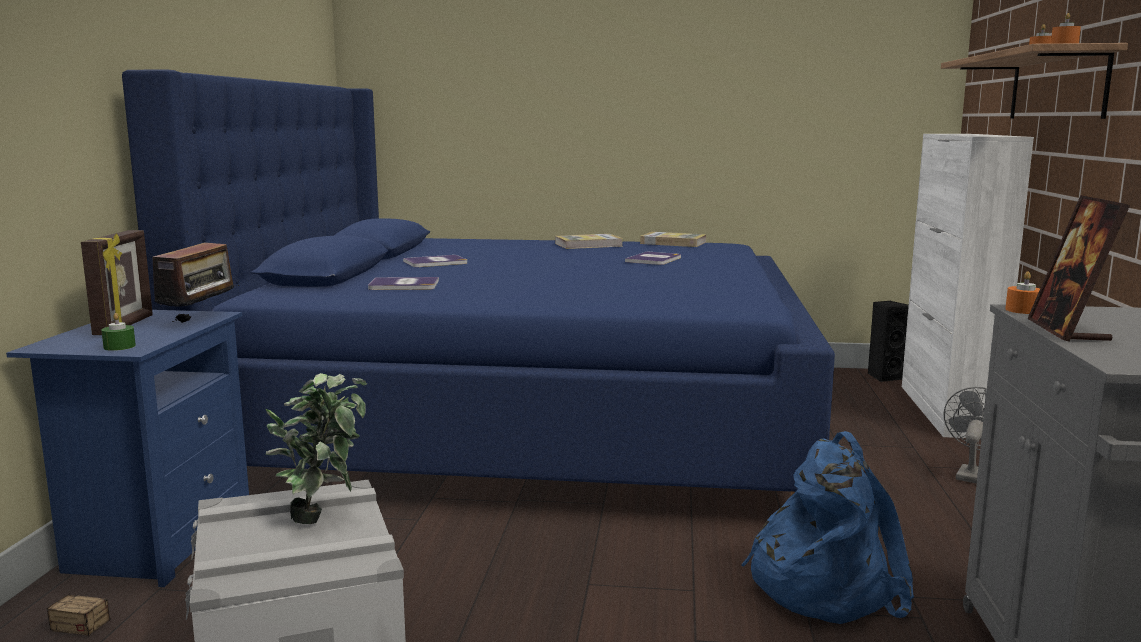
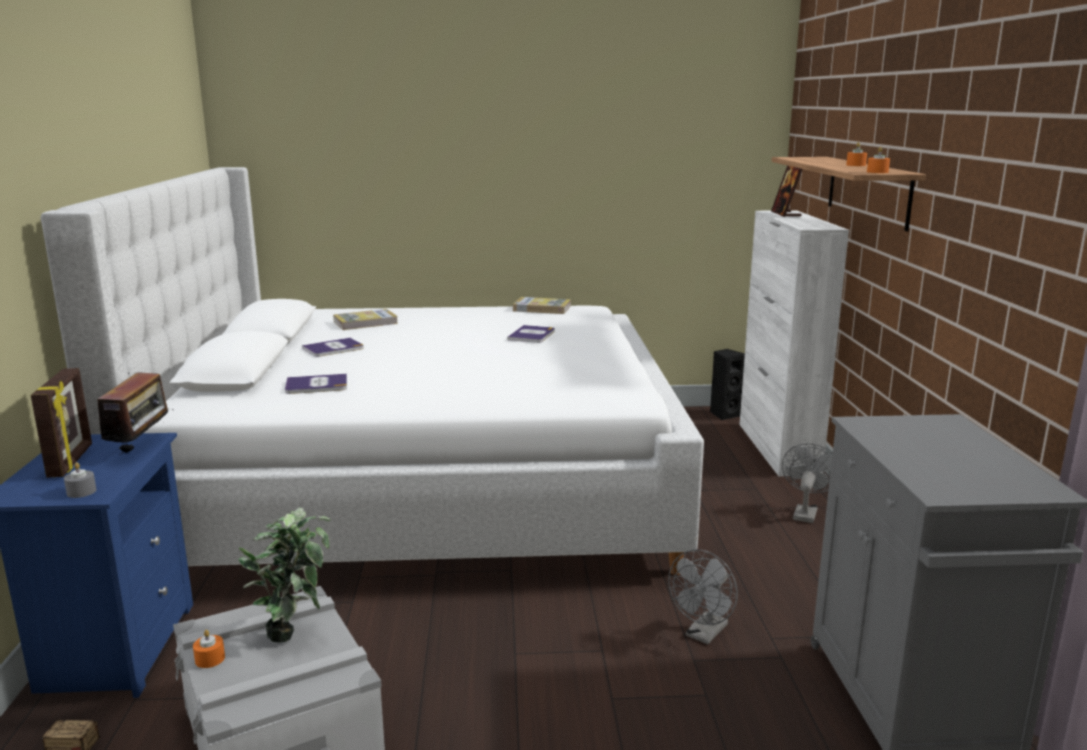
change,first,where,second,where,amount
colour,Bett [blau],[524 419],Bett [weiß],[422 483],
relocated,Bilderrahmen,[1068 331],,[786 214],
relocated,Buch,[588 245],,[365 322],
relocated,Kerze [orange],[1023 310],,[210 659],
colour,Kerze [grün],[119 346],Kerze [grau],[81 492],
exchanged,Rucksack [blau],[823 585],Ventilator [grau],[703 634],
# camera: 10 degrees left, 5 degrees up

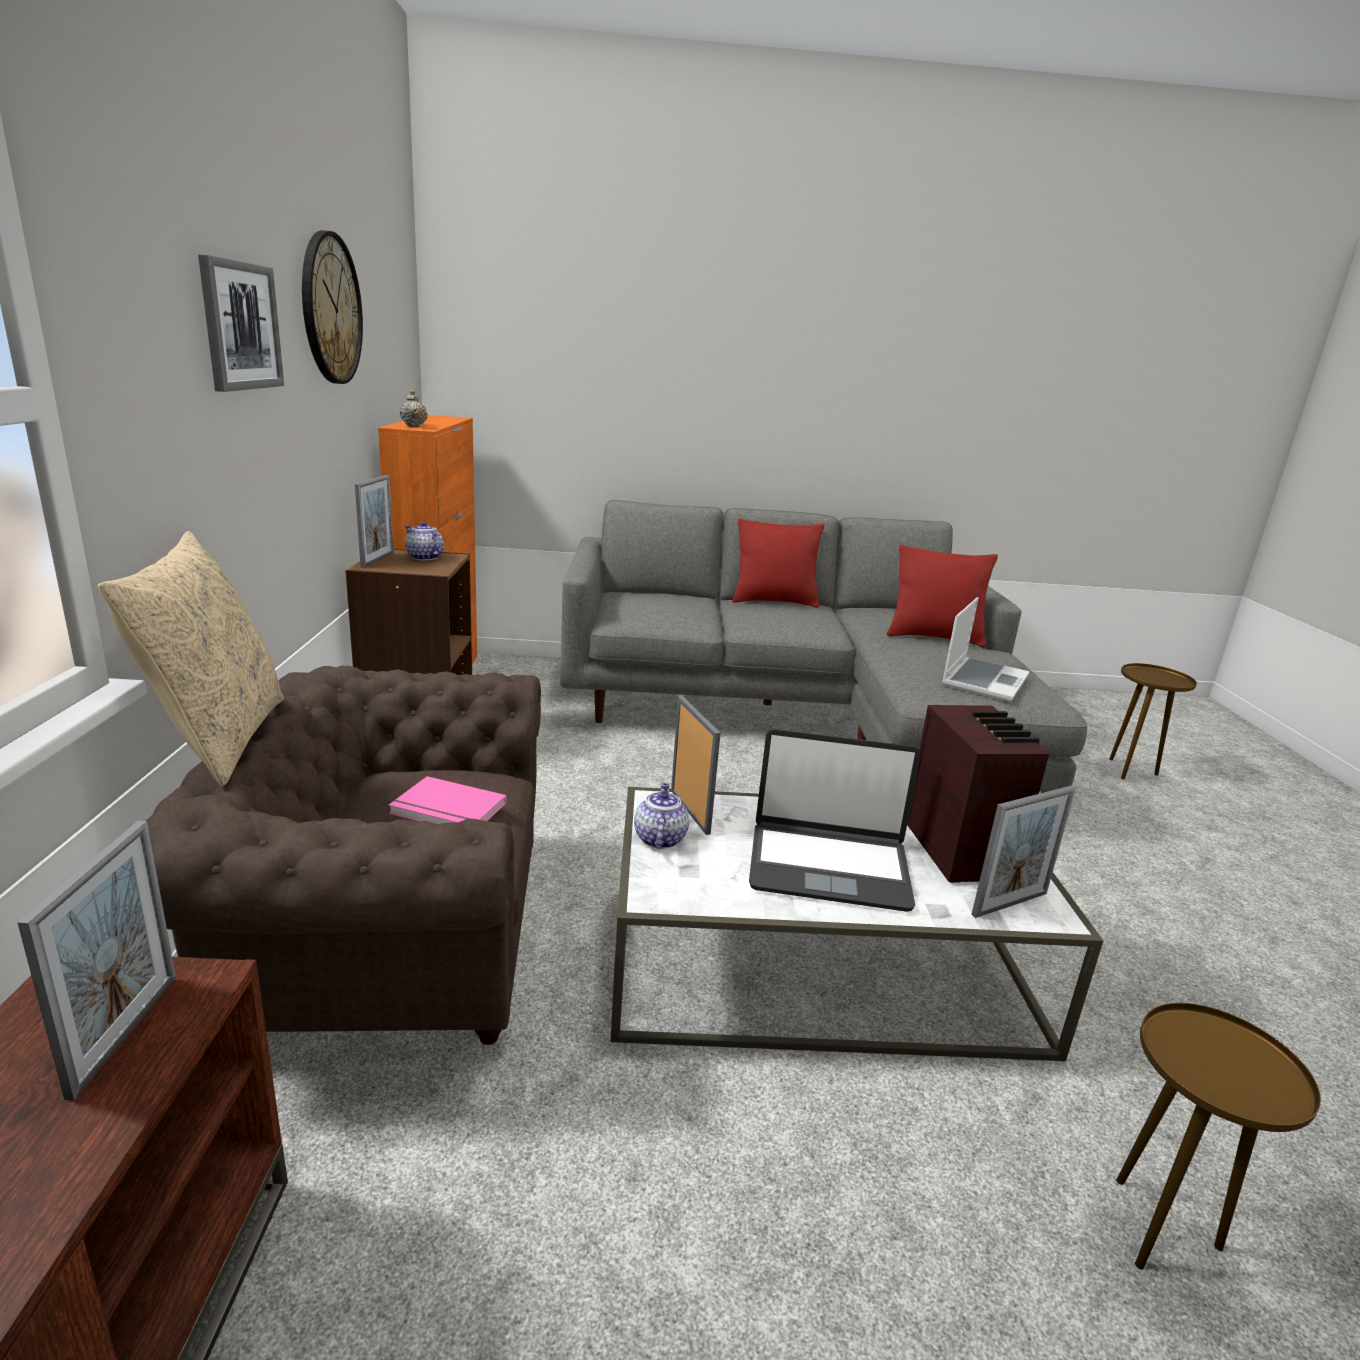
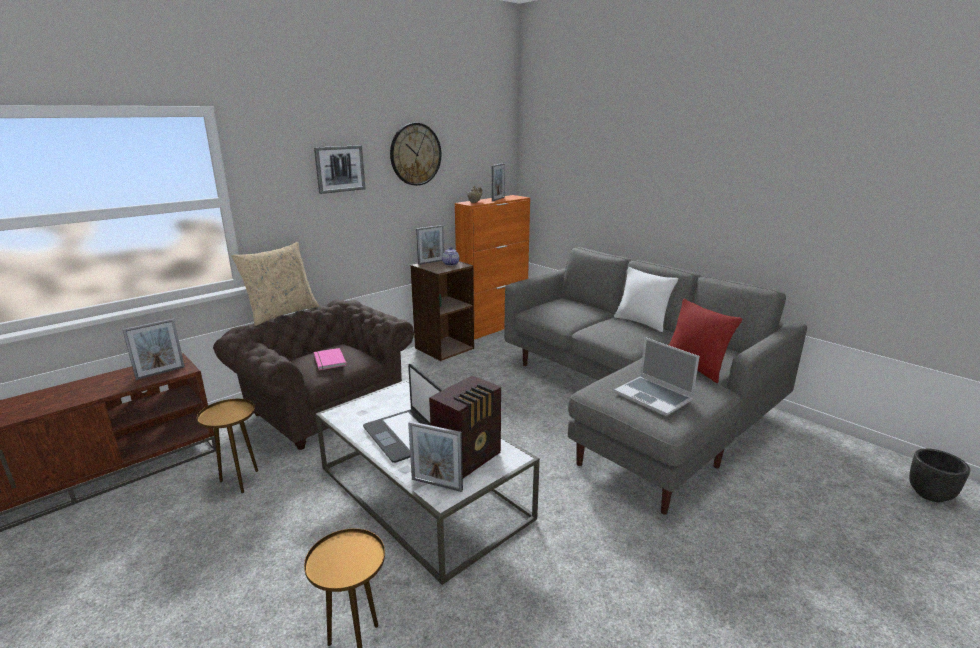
change,first,where,second,where,amount
colour,Kissen [rot],[774 601],Kissen [weiß],[641 322],
spun,Laptop,[983 680],,[654 397],60 degrees clockwise
relocated,Beistelltisch [braun],[1129 770],,[240 481],
relocated,Bilderrahmen,[690 811],,[498 199],
missing,Teekanne,[659 838],,,
appeared,,,Pflanzkübel [schwarz],[929 494],
# camera: 50 degrees right, 0 degrees up

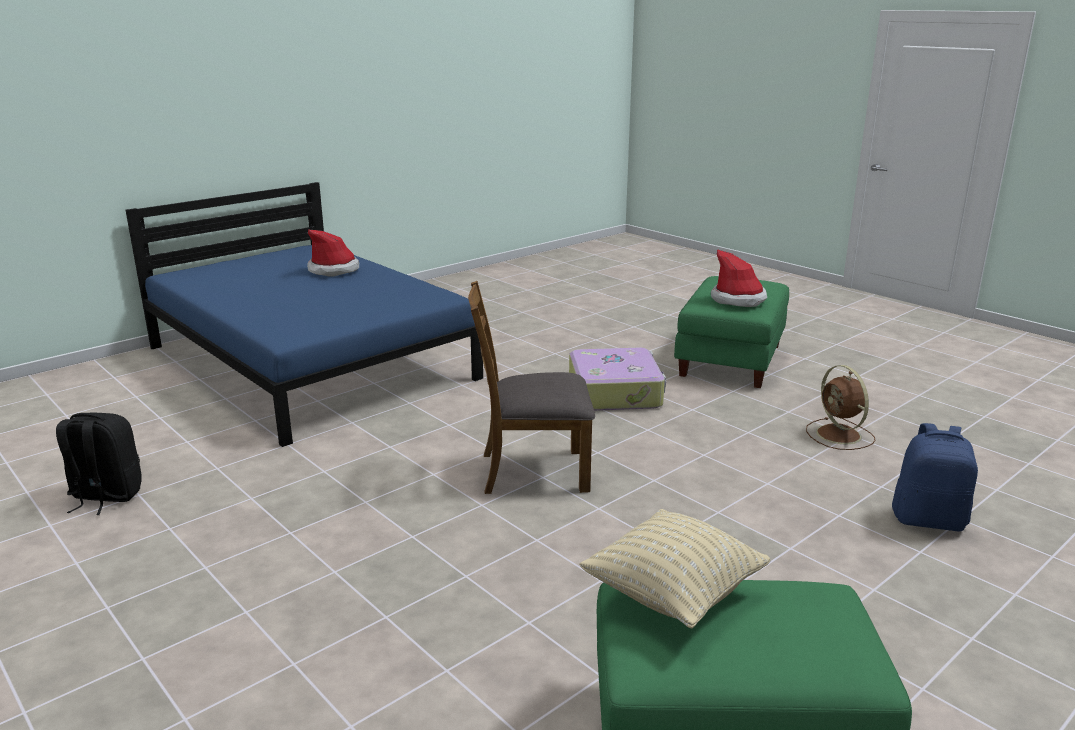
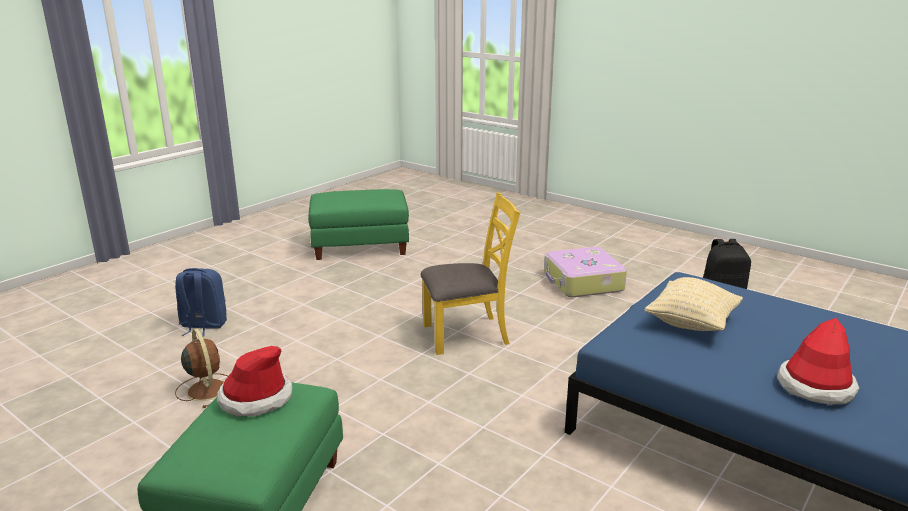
change,first,where,second,where,amount
colour,Stuhl [braun],[533 471],Stuhl [gelb],[466 334],
relocated,Koffer,[615 392],,[582 282],
relocated,Kissen [beige],[673 595],,[691 323],
# camera: 170 degrees right, 0 degrees up

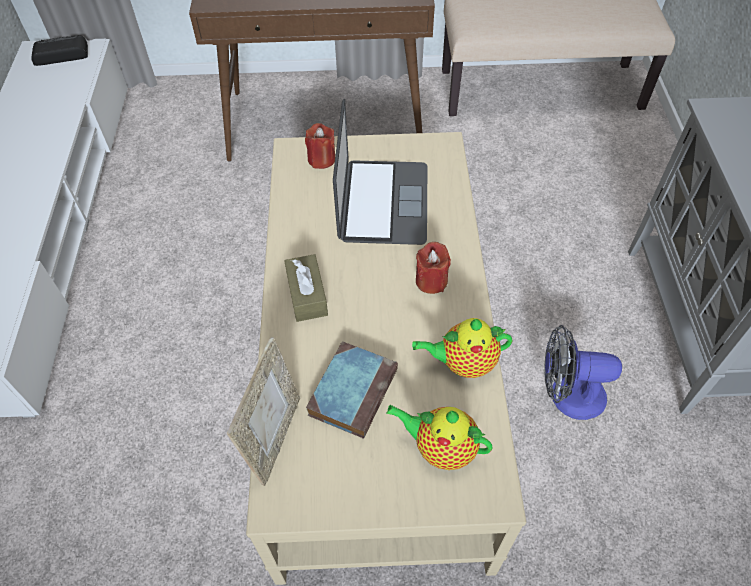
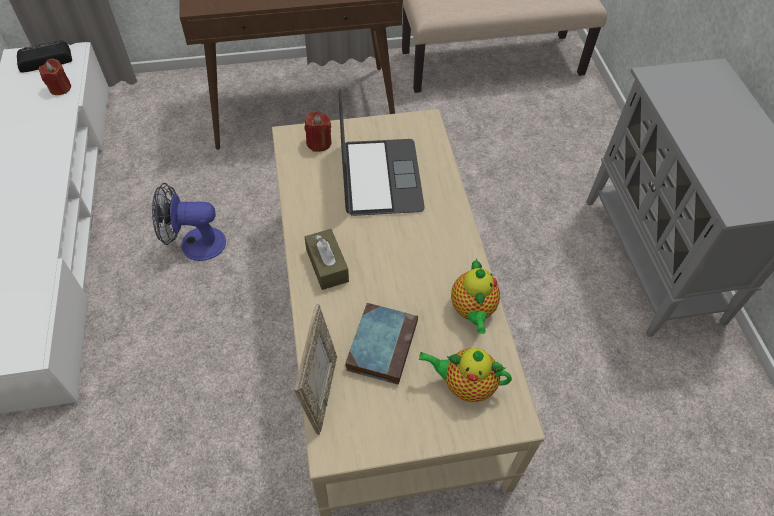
change,first,where,second,where,amount
relocated,Kerze [rot],[431 281],,[60 88],
spun,Teekanne,[463 363],,[472 311],75 degrees counterclockwise
relocated,Ventilator,[567 395],,[194 244],
# camera: 10 degrees left, 0 degrees up

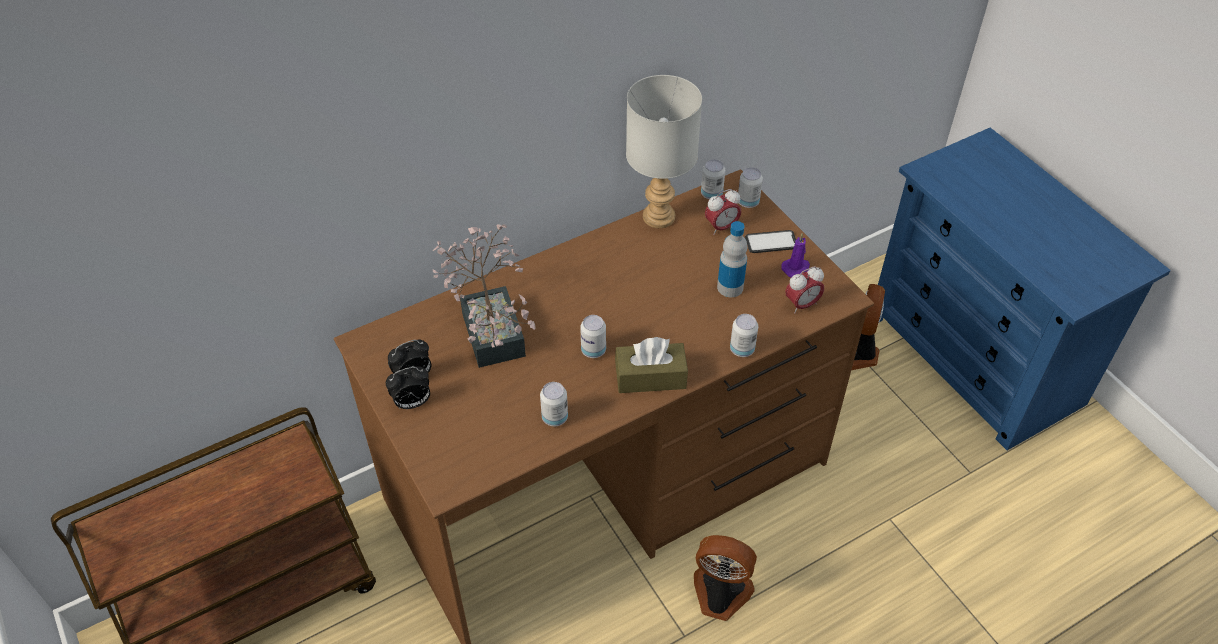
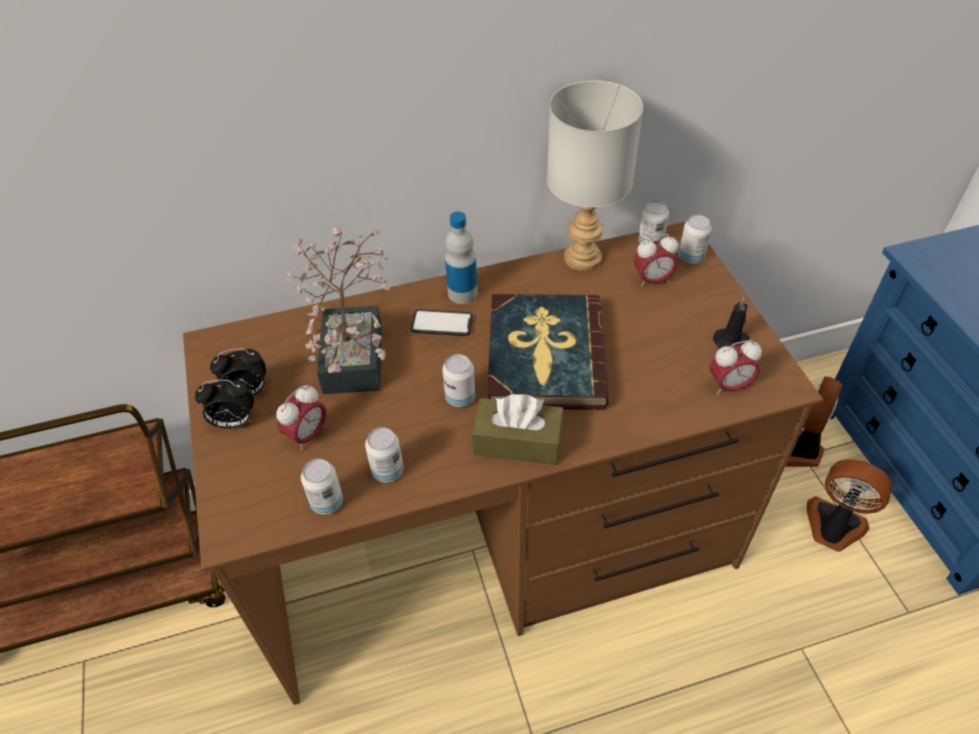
change,first,where,second,where,amount
relocated,Flasche,[730 287],,[462 293],
relocated,Handy,[771 242],,[442 323],
colour,Kerze [lila],[796 268],Kerze [schwarz],[732 341],
relocated,Dose,[742 349],,[327 502],
relocated,Ventilator,[720 595],,[833 527],
appeared,,,Buch,[544 356],
appeared,,,Wecker,[307 435],
# camera: 15 degrees right, 0 degrees up

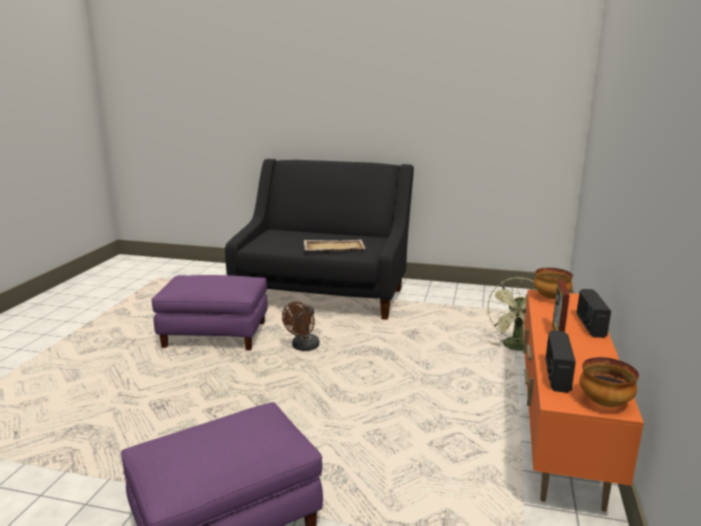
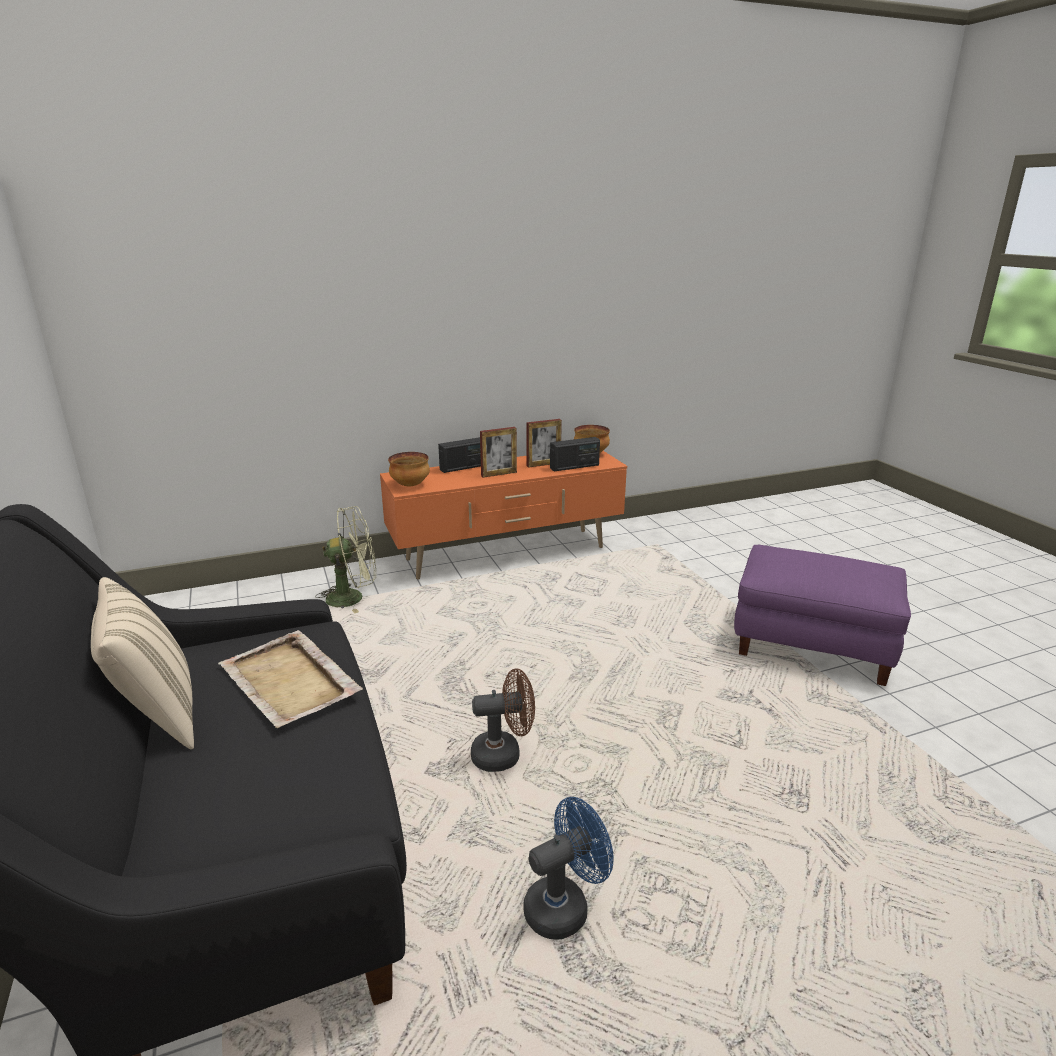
change,first,where,second,where,amount
exchanged,Polsterhocker [lila],[216 334],Ventilator [blau],[564 906],
appeared,,,Bilderrahmen,[543 464],
appeared,,,Kissen [beige],[157 717],
# camera: 125 degrees left, 5 degrees up

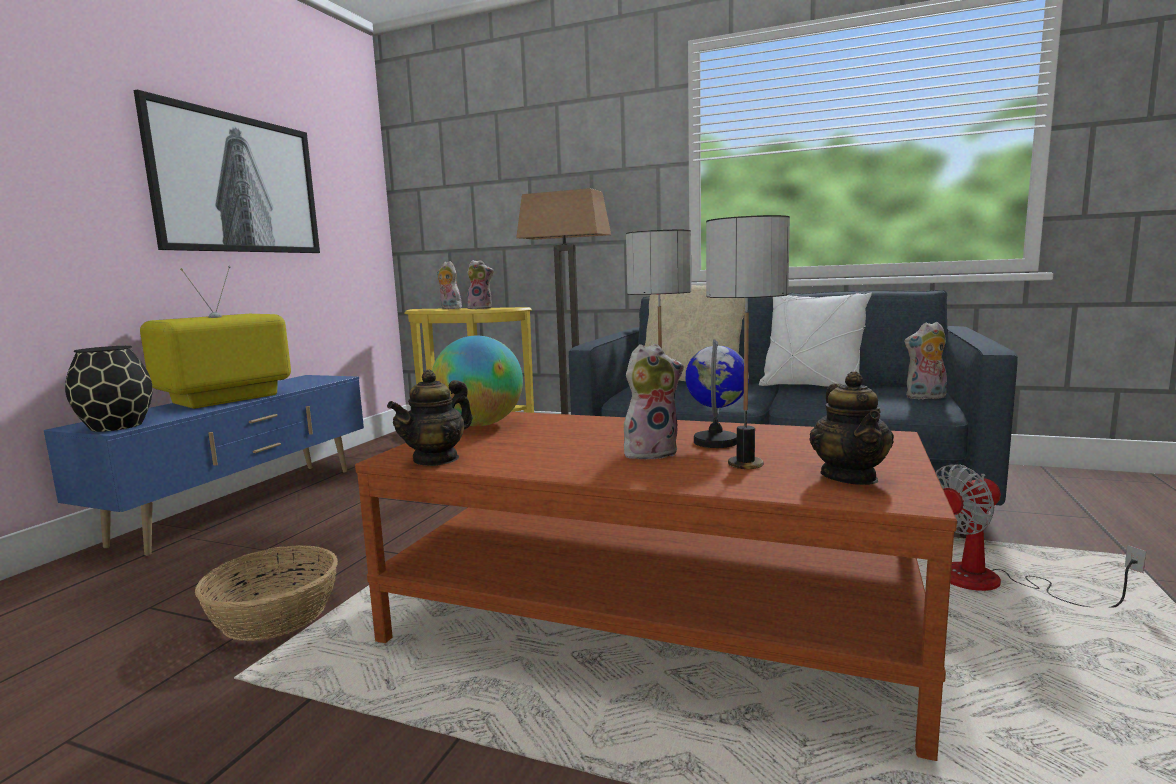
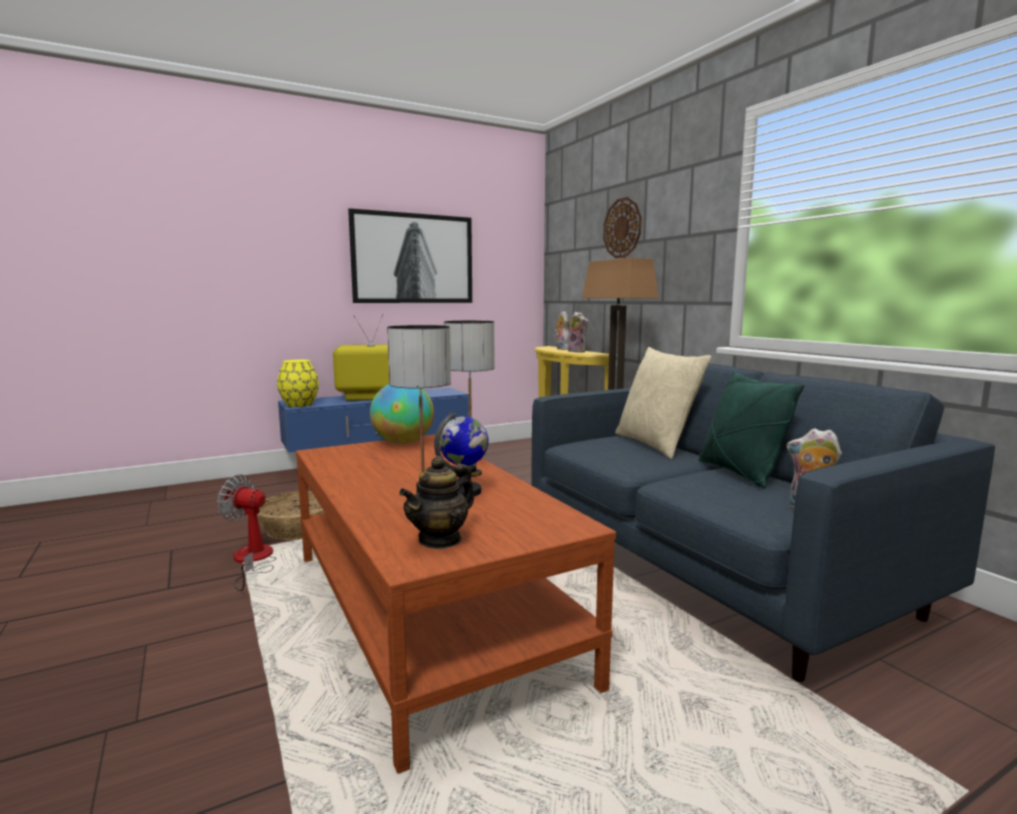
change,first,where,second,where,amount
colour,Kissen [weiß],[811 387],Kissen [grün],[739 473],
missing,Plüschtier,[651 452],,,
colour,Vase [schwarz],[115 426],Vase [gelb],[299 404],
missing,Teekanne,[436 459],,,
relocated,Ventilator,[993 583],,[252 561],
appeared,,,Wanduhr,[622 228],
# camera: 40 degrees right, 0 degrees up

